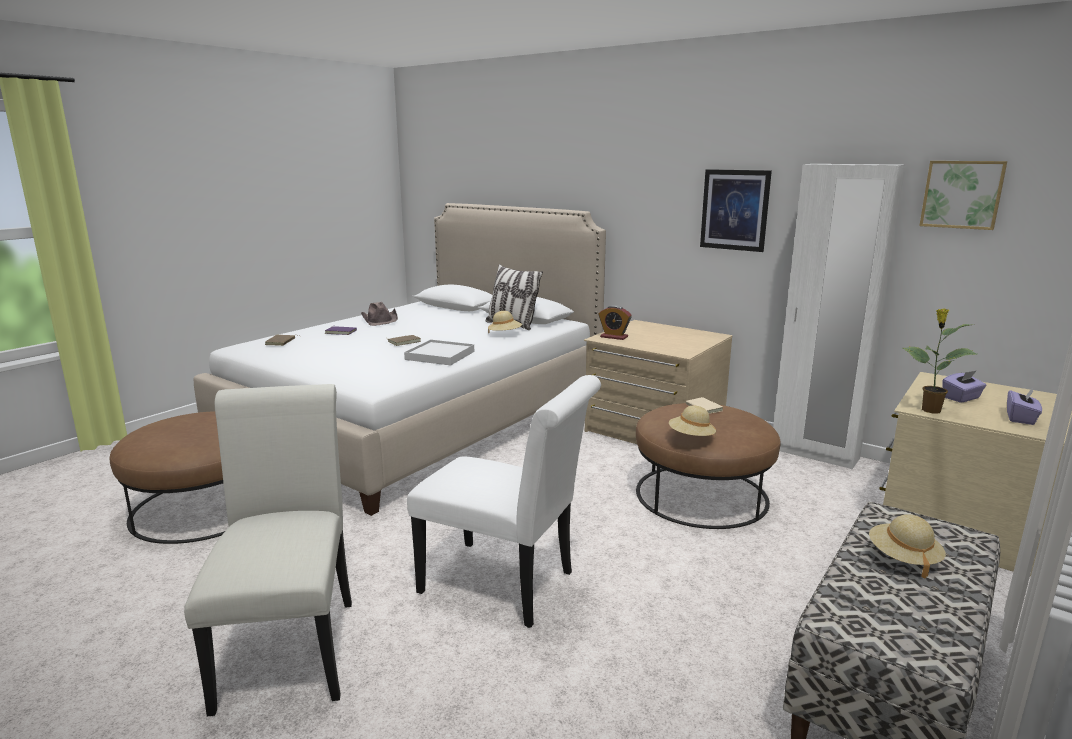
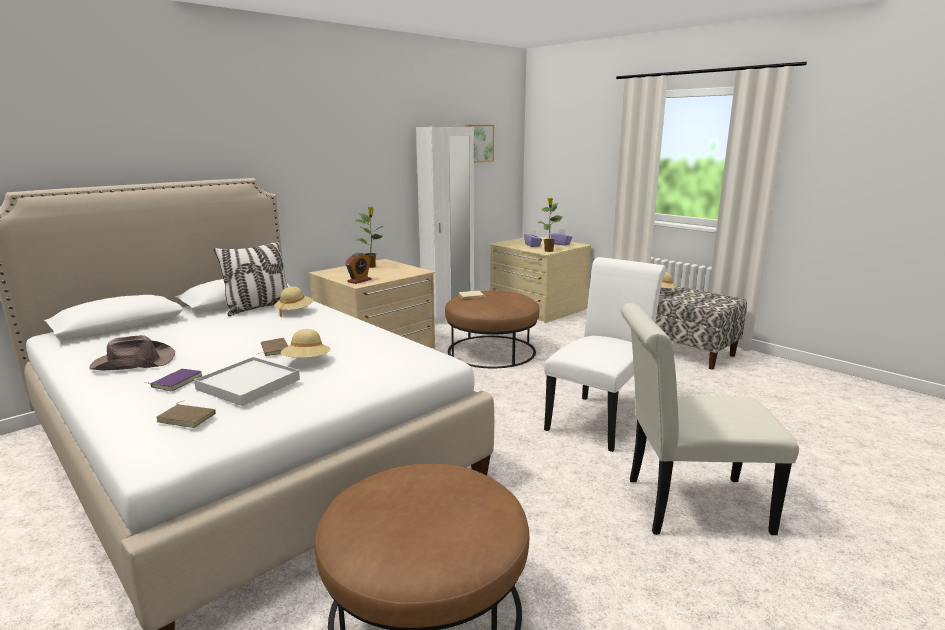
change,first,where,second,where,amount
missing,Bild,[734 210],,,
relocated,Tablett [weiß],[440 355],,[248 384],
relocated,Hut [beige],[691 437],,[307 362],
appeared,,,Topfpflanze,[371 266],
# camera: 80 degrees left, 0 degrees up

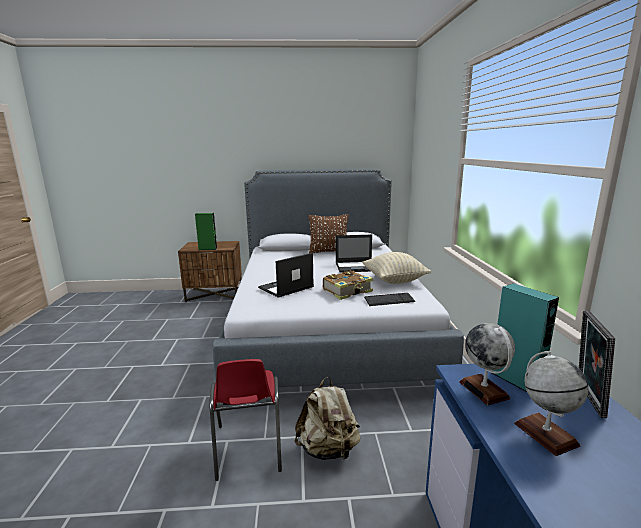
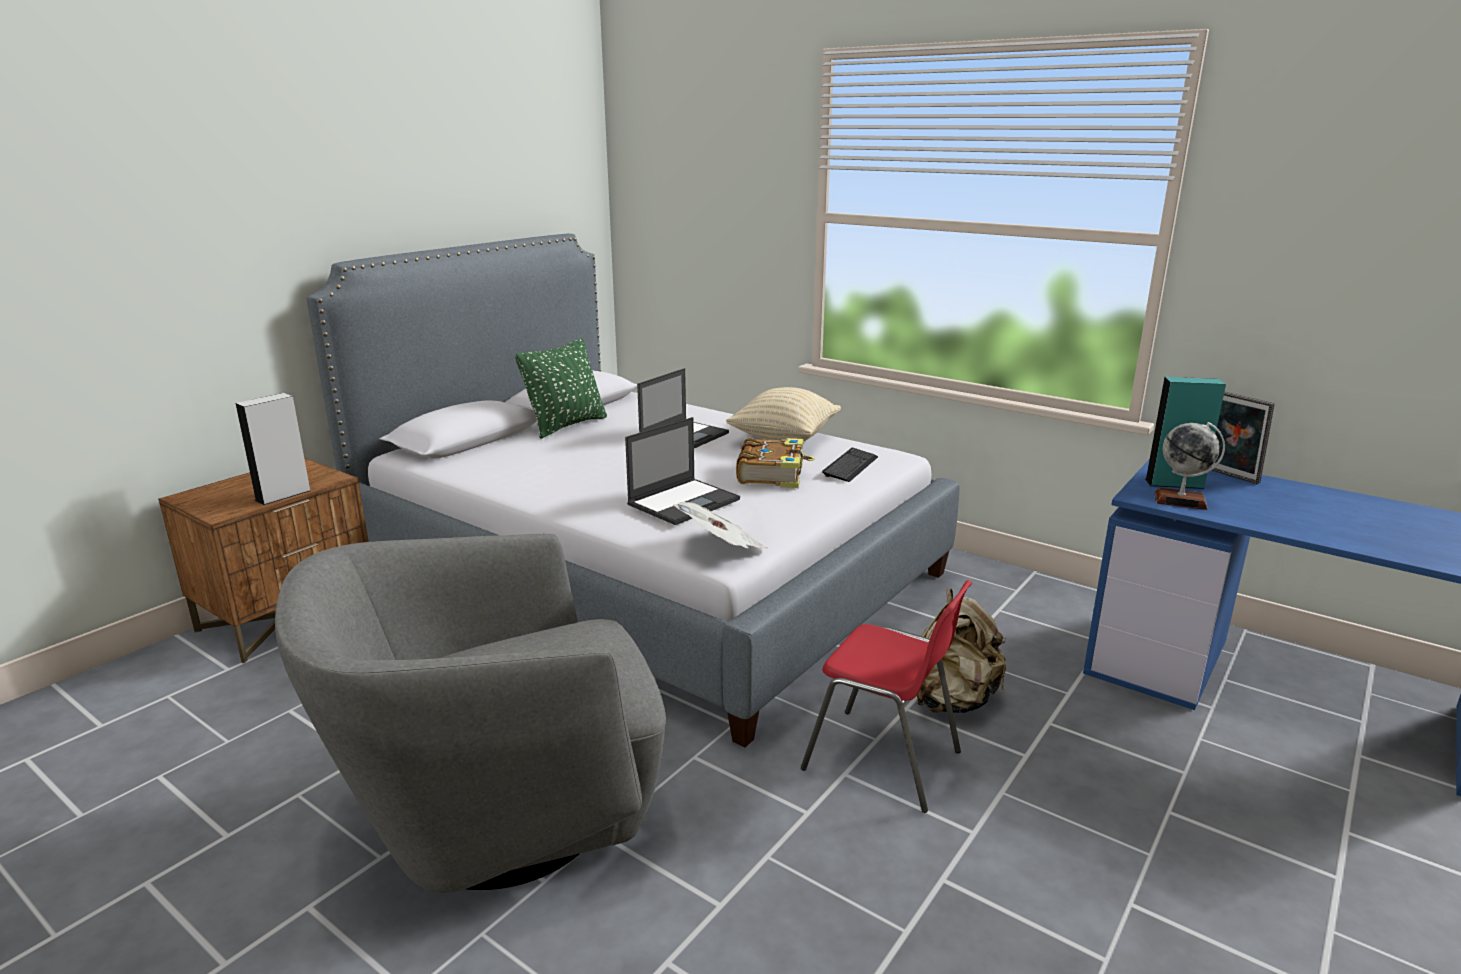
change,first,where,second,where,amount
colour,Lautsprecher [grün],[207 249],Lautsprecher [grau],[283 495],
colour,Kissen [braun],[329 252],Kissen [grün],[566 425],
spun,Laptop,[285 287],,[684 501],135 degrees counterclockwise
missing,Globus,[545 434],,,
appeared,,,Zeitung,[721 548],
appeared,,,Sessel [grau],[499 813],
# camera: 50 degrees left, 5 degrees up

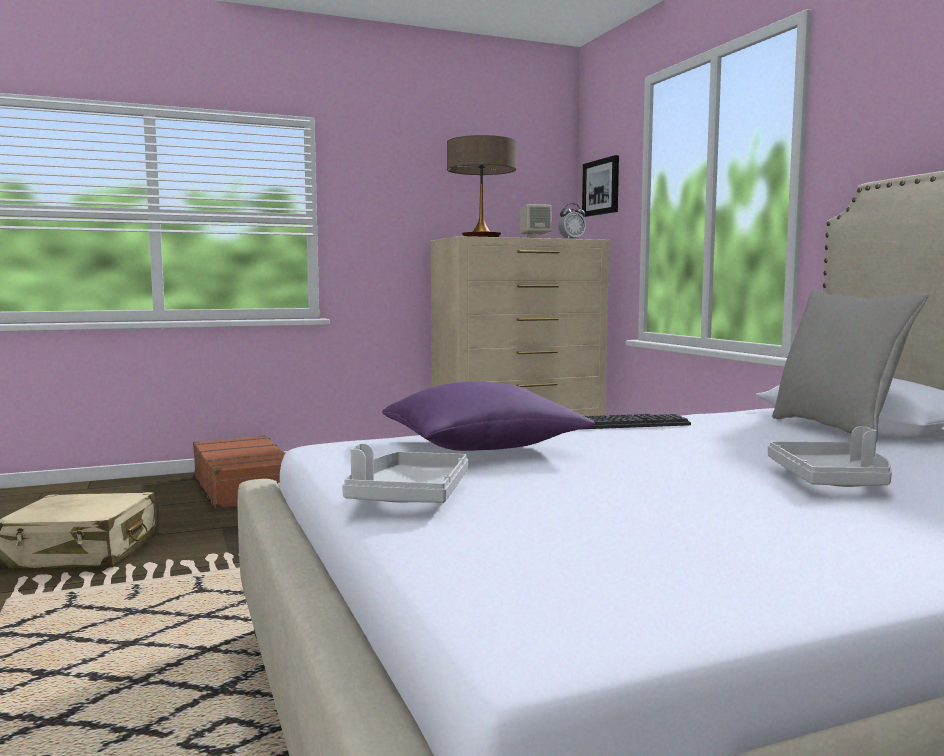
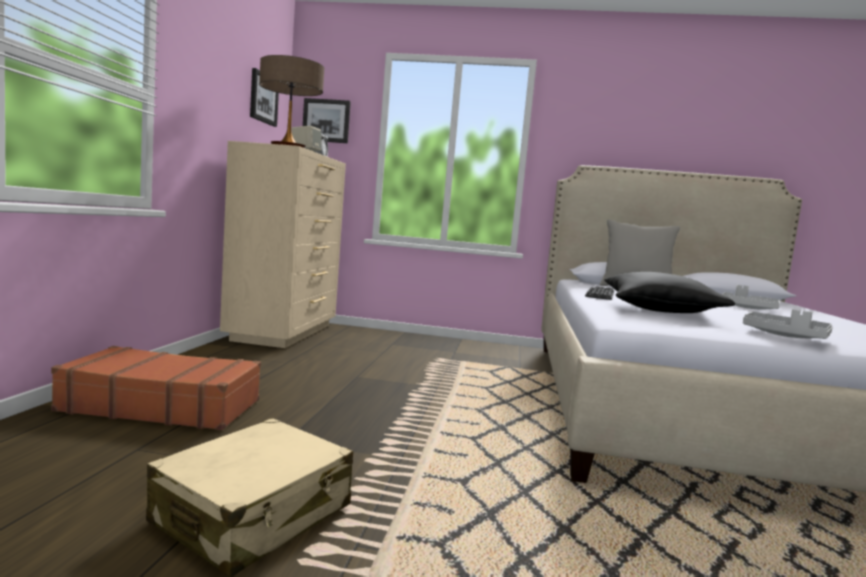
change,first,where,second,where,amount
colour,Kissen [lila],[482 445],Kissen [schwarz],[660 310],
appeared,,,Bild,[263 98],
# camera: 60 degrees left, 0 degrees up

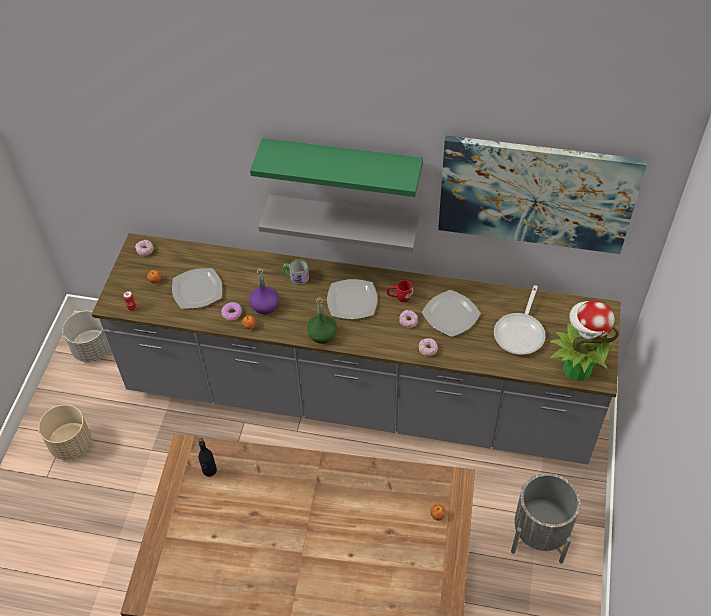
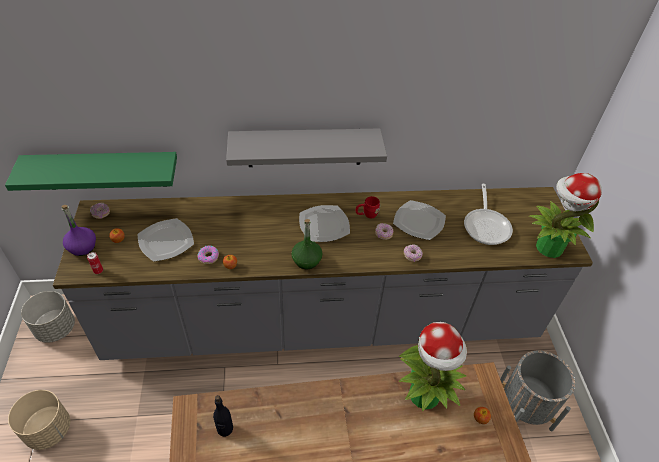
change,first,where,second,where,amount
missing,Bild,[536 194],,,
relocated,Wandregal [grün],[342 165],,[104 170],
missing,Henkelbecher,[296 277],,,
relocated,Flasche [lila],[265 305],,[82 247],
appeared,,,Topfpflanze,[425 395],
# camera: 20 degrees left, 5 degrees down

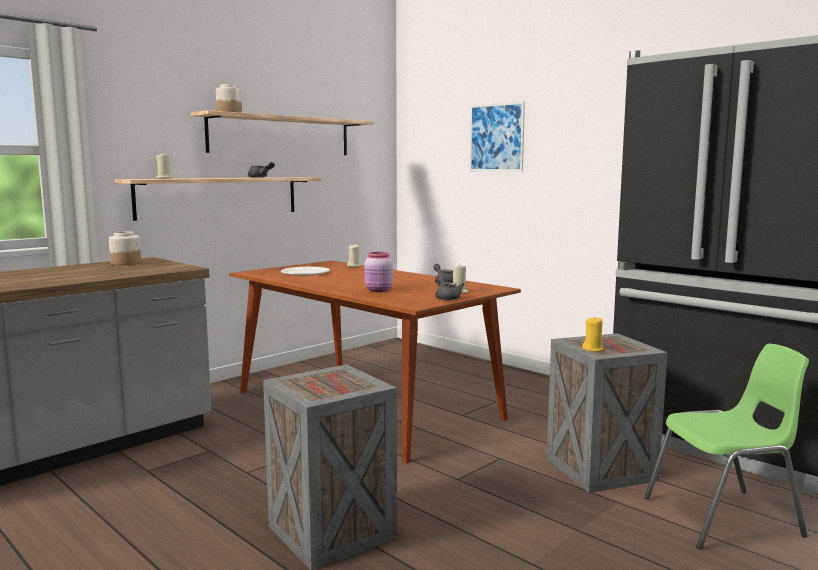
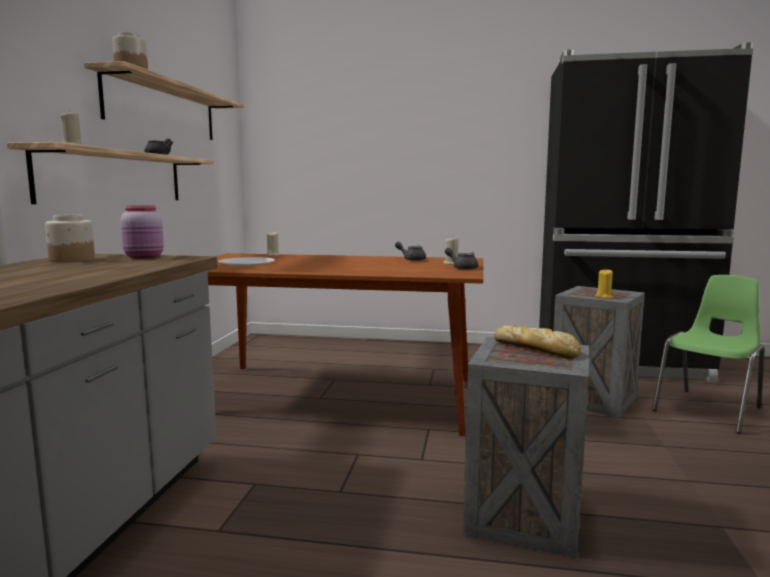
change,first,where,second,where,amount
missing,Bild,[496 137],,,
relocated,Vorratsglas [rosa],[379 290],,[145 257],
appeared,,,Brot,[537 349],
# camera: 35 degrees left, 0 degrees up

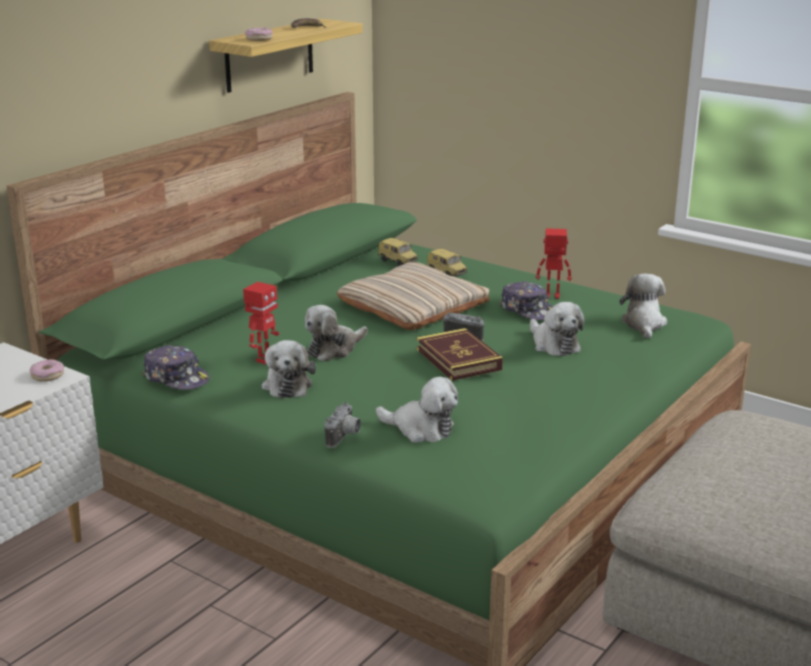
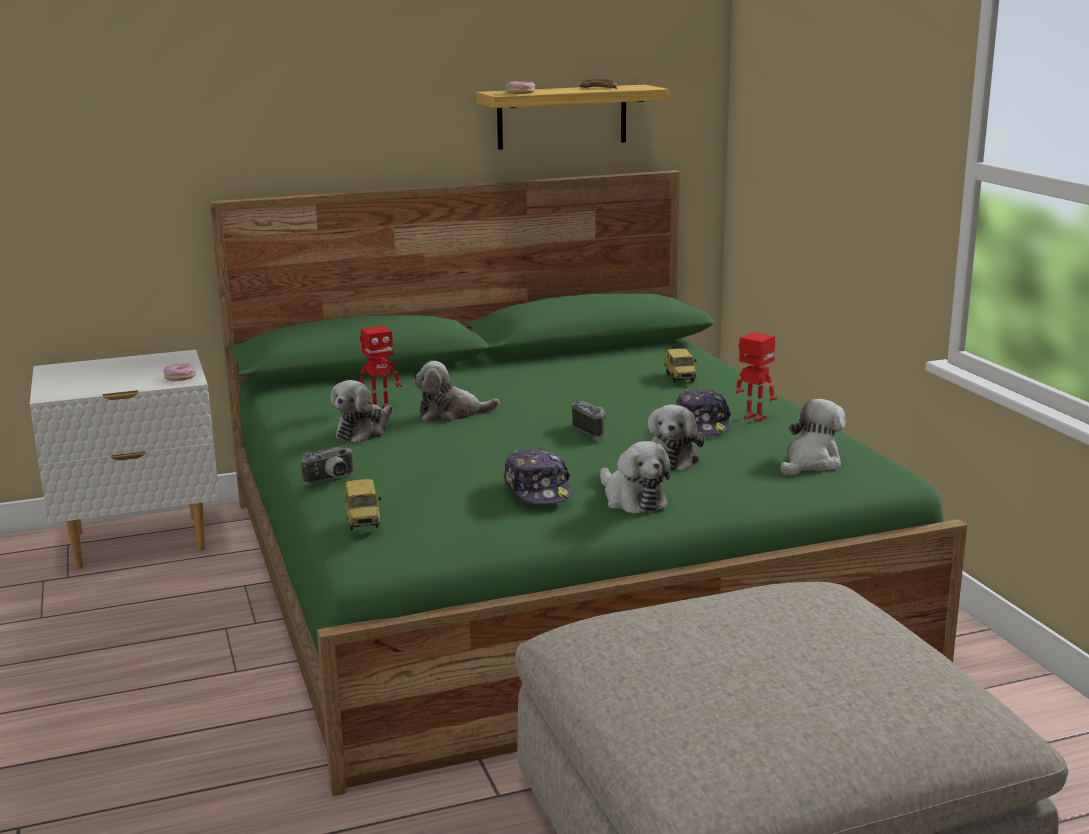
change,first,where,second,where,amount
relocated,Spielzeugauto,[398 262],,[364 521],
missing,Kissen [beige],[413 306],,,
missing,Buch,[458 359],,,
relocated,Kappe,[176 378],,[538 490],
relocated,Plüschtier,[421 429],,[632 499],
# camera: 35 degrees right, 5 degrees down

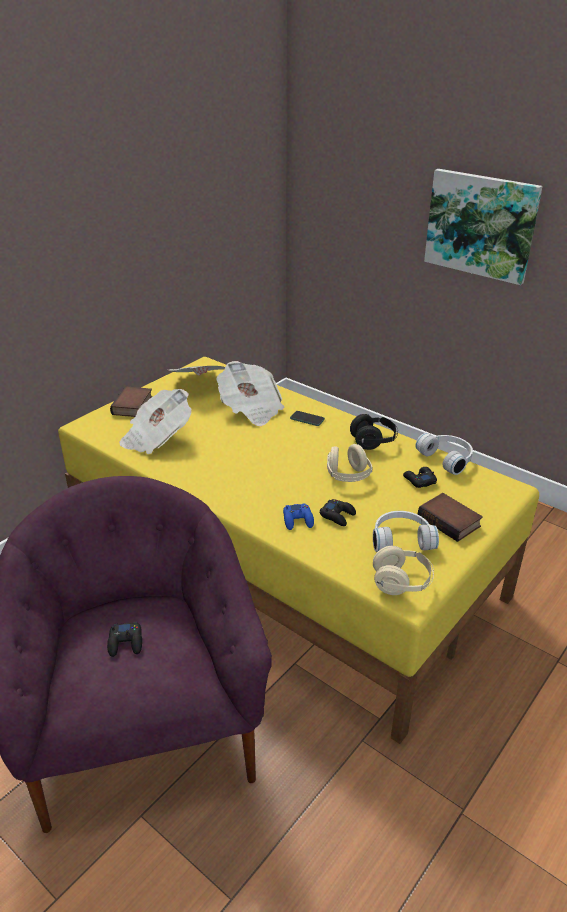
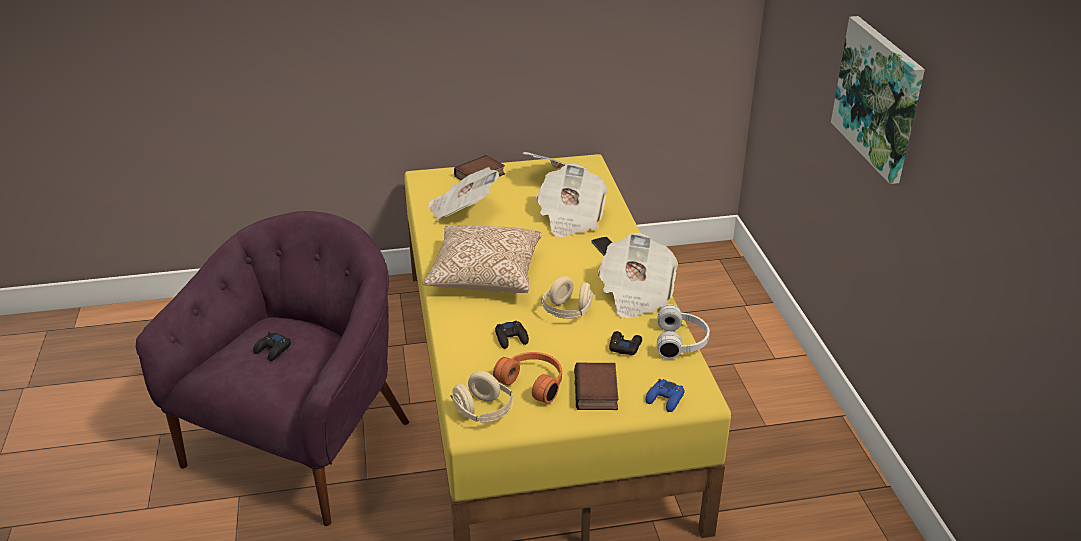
change,first,where,second,where,amount
exchanged,Kopfhörer [schwarz],[373 441],Zeitung,[636 294],
relocated,Gamepad [blau],[298 520],,[665 399],
colour,Kopfhörer [weiß],[401 539],Kopfhörer [orange],[534 382],
appeared,,,Kissen,[485 275],
# camera: 40 degrees right, 0 degrees up

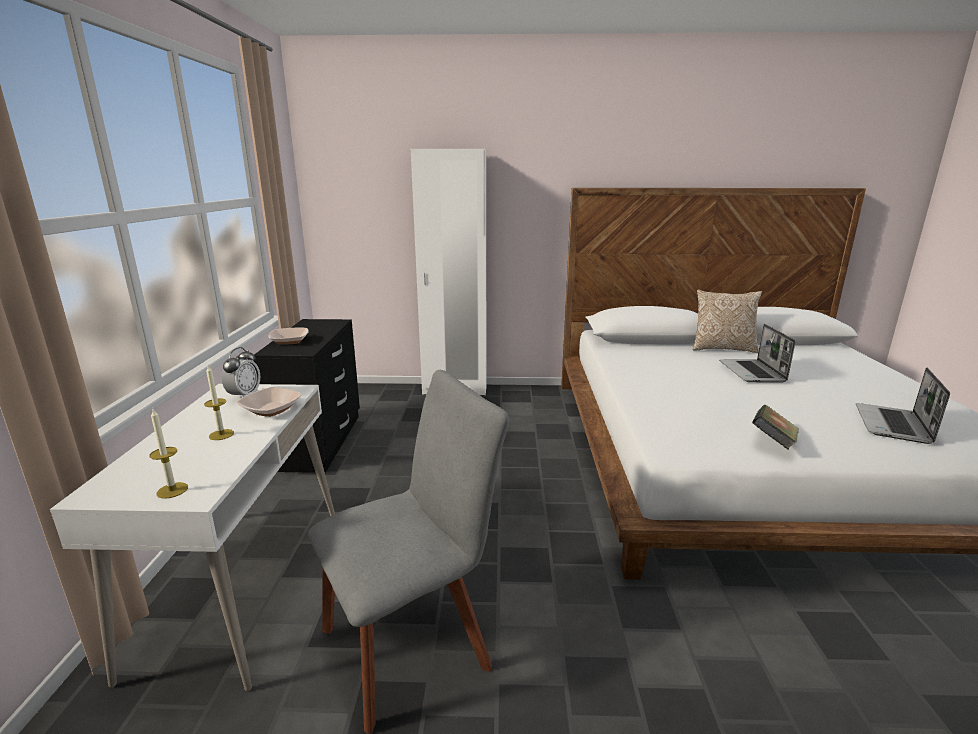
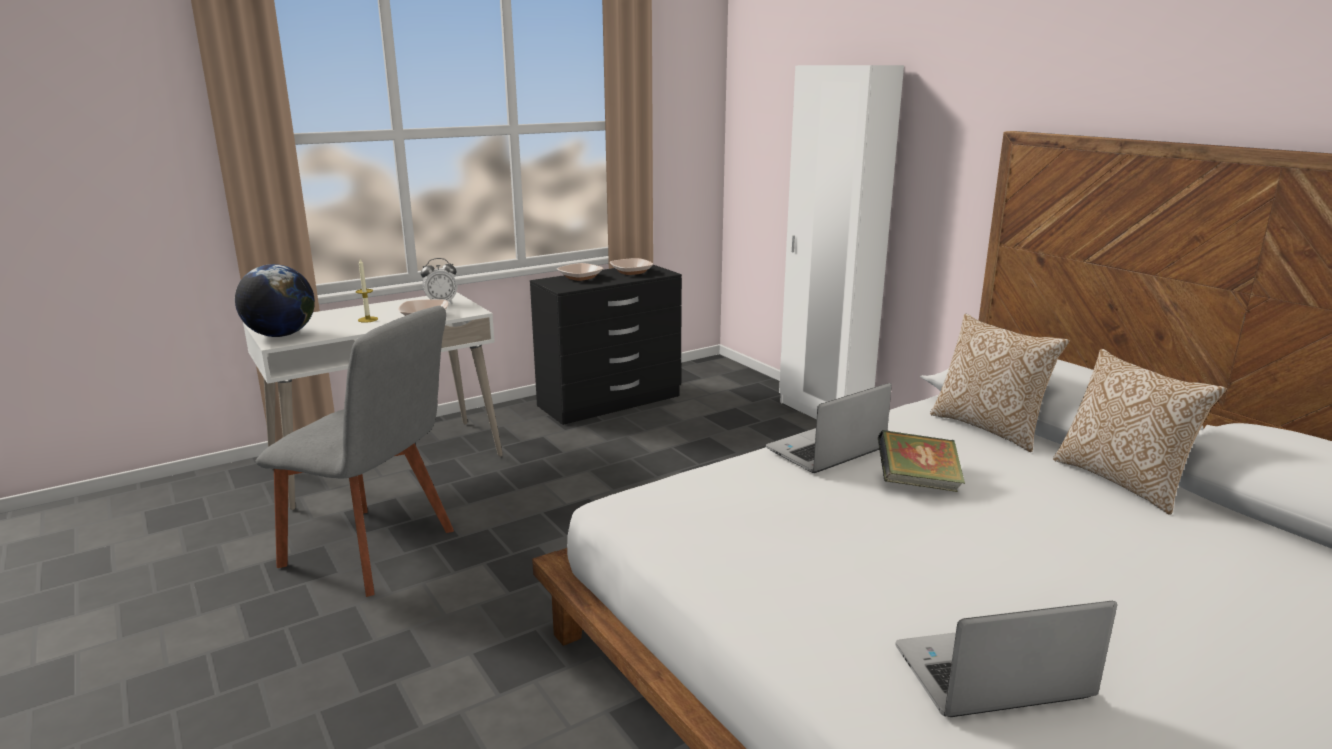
change,first,where,second,where,amount
relocated,Laptop,[752 372],,[825 451],
relocated,Buch,[772 443],,[917 483],
exchanged,Kerze,[172 490],Globus,[280 335],
appeared,,,Schüssel,[631 272],
appeared,,,Kissen,[989 428],
# camera: 55 degrees right, 0 degrees up

